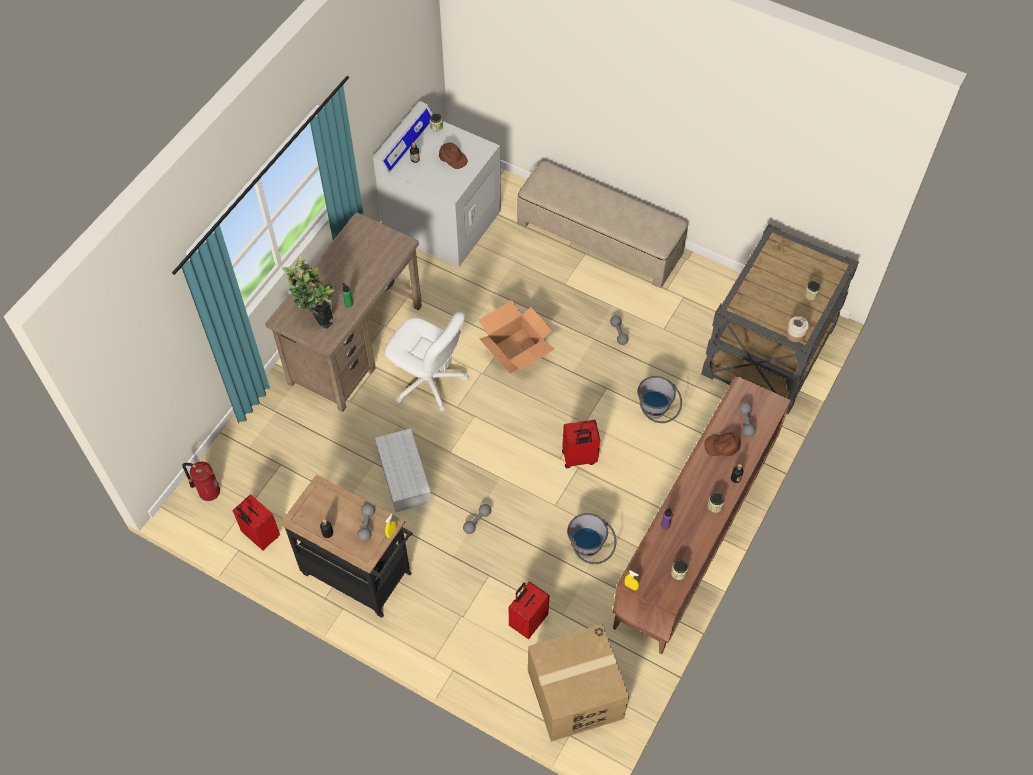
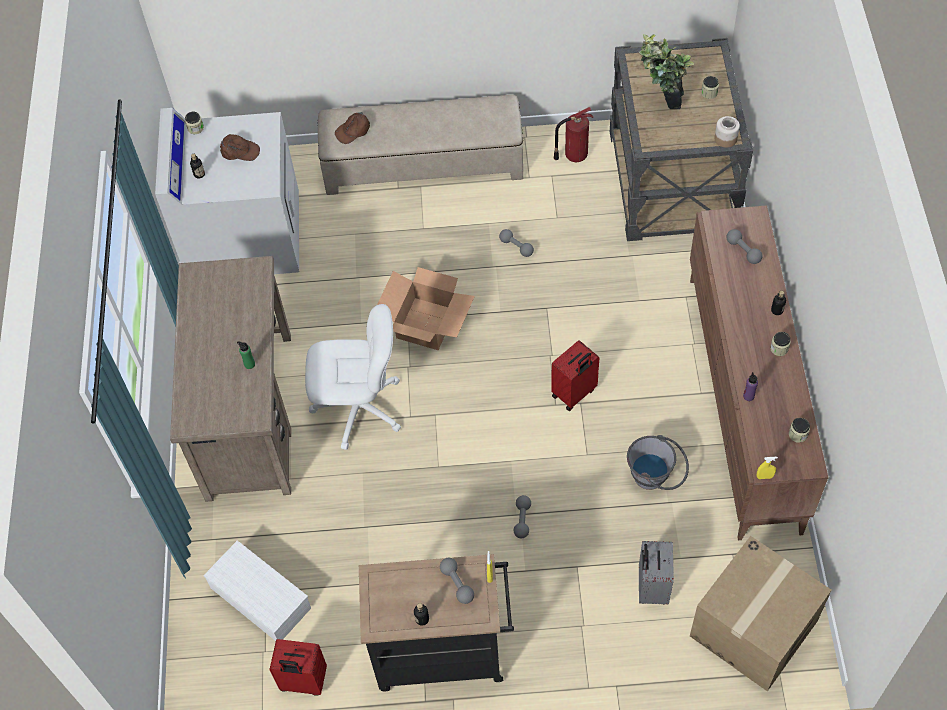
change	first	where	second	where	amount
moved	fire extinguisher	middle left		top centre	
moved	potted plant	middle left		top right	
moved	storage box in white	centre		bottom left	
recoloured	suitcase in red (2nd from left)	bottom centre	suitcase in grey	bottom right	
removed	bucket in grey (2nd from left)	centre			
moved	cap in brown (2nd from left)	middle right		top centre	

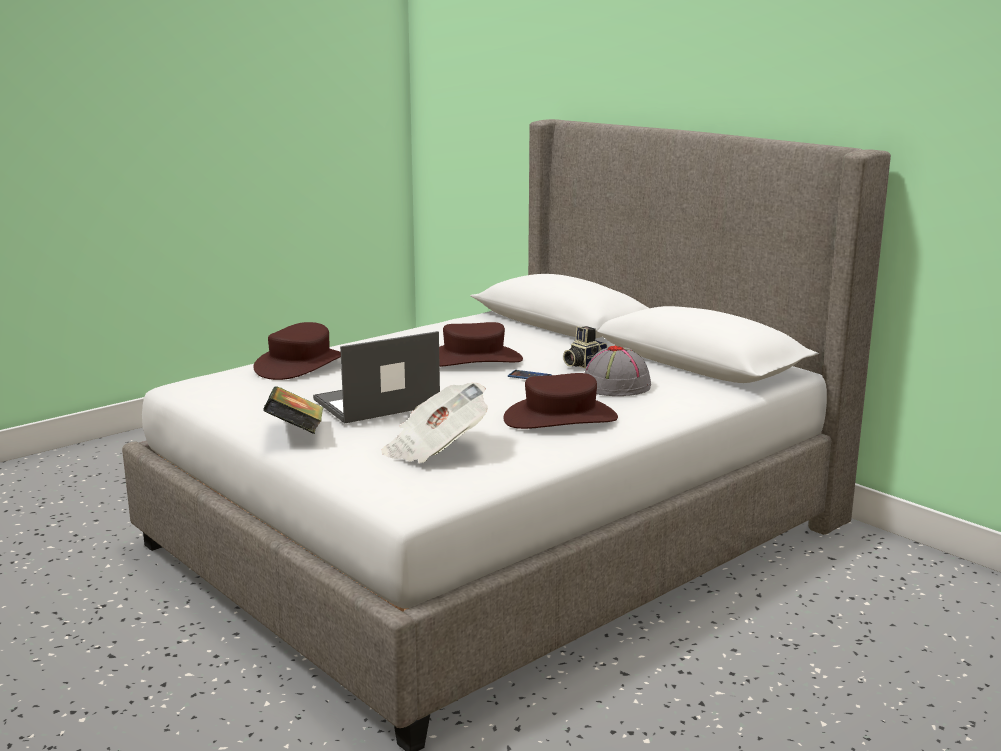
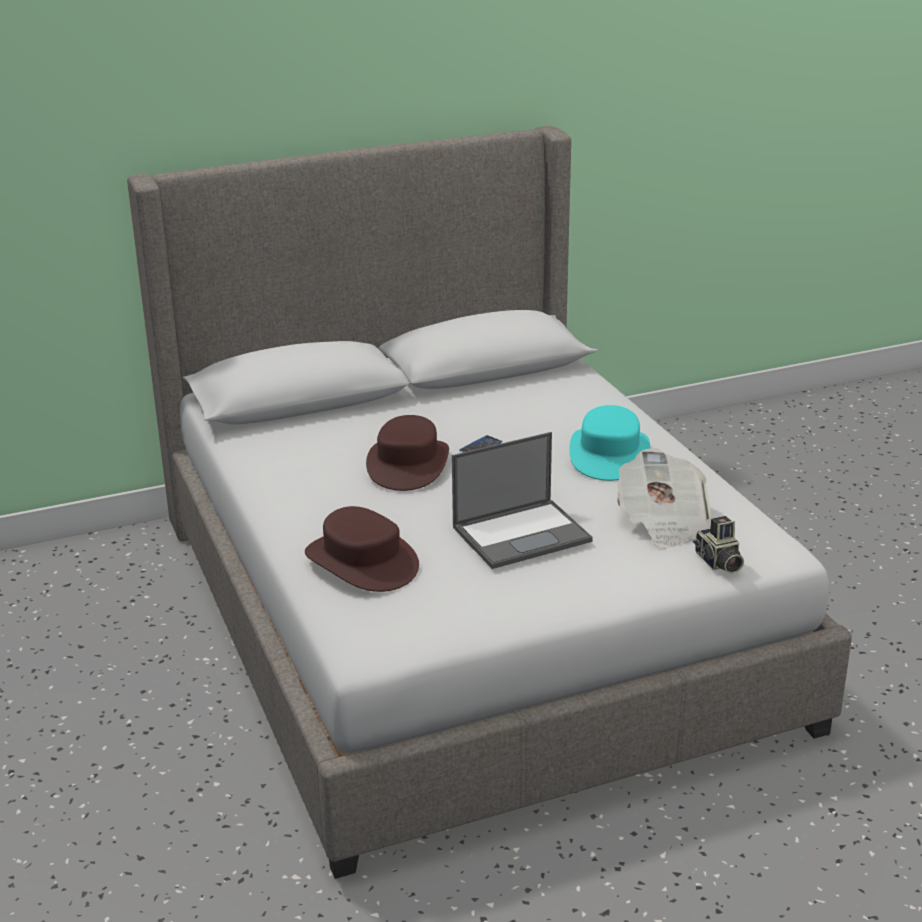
change	first	where	second	where	amount
removed	book	middle left			
turned	laptop	centre		centre	105 degrees counterclockwise
recoloured	hat in brown (3rd from left)	centre	hat in turquoise	centre	
moved	photo camera	centre		middle right	
removed	hat in grey	centre			

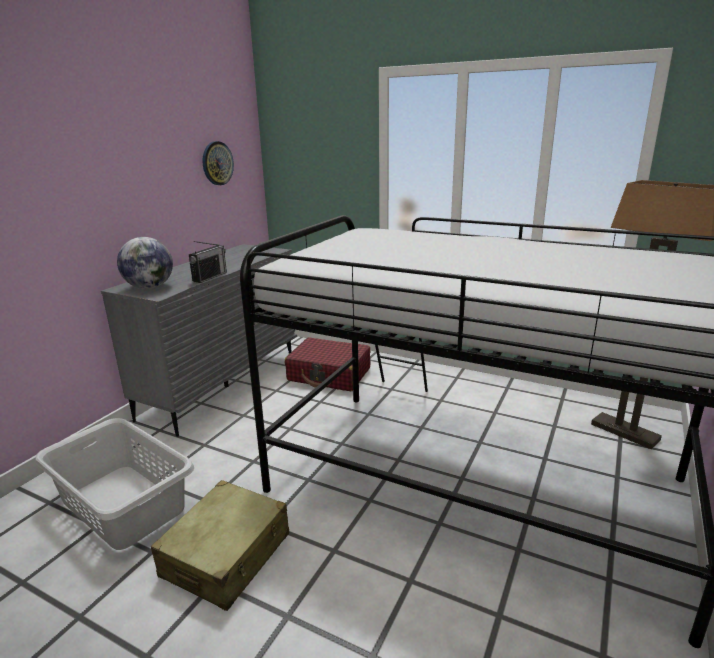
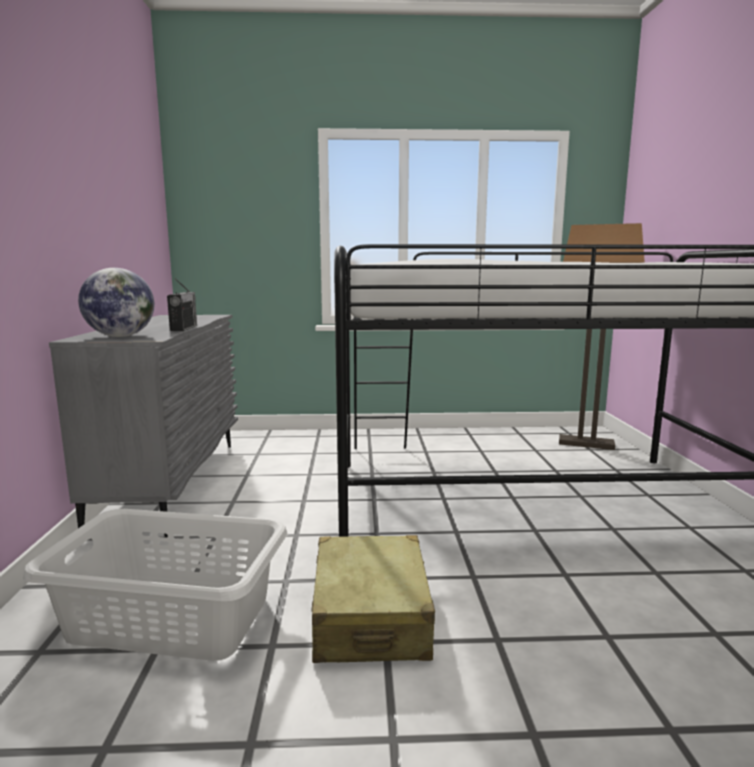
change	first	where	second	where	amount
removed	wall clock	top left			
removed	suitcase in red	centre			

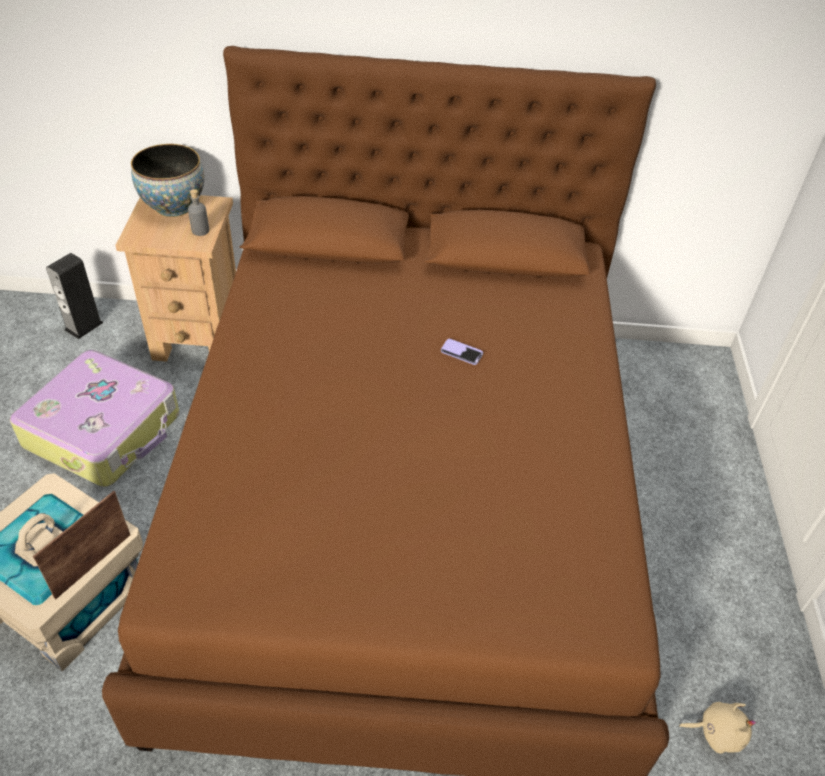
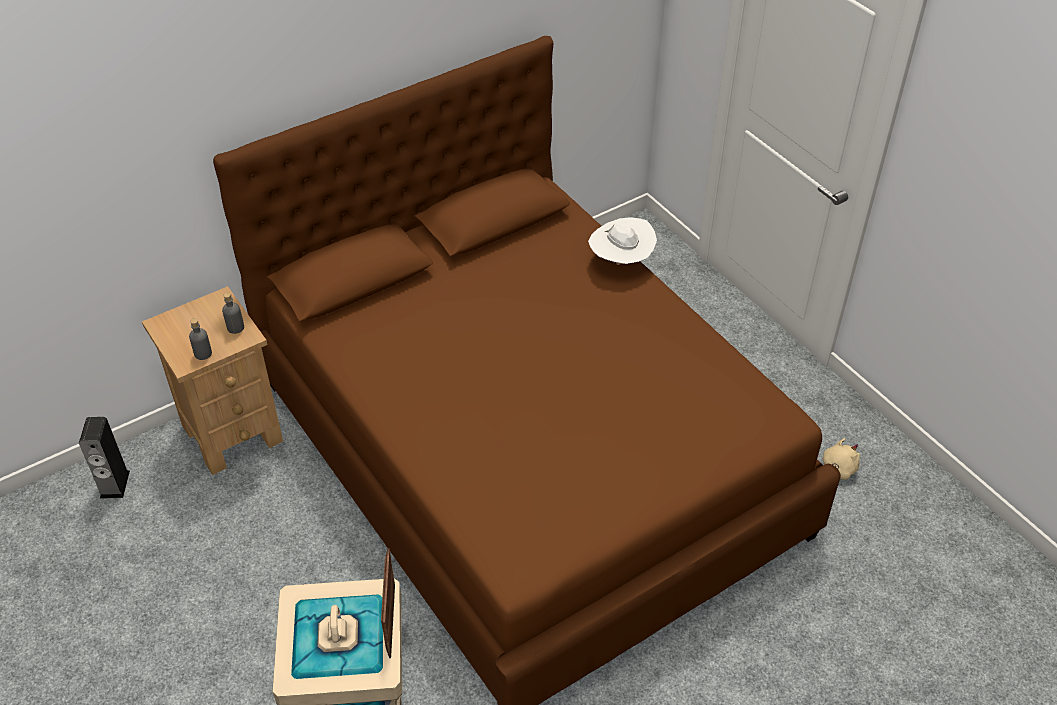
change	first	where	second	where	amount
removed	suitcase	middle left			
removed	bowl	top left			
removed	phone	centre			
added			bottle in grey (1st from left)	middle left	
added			hat in white	centre	

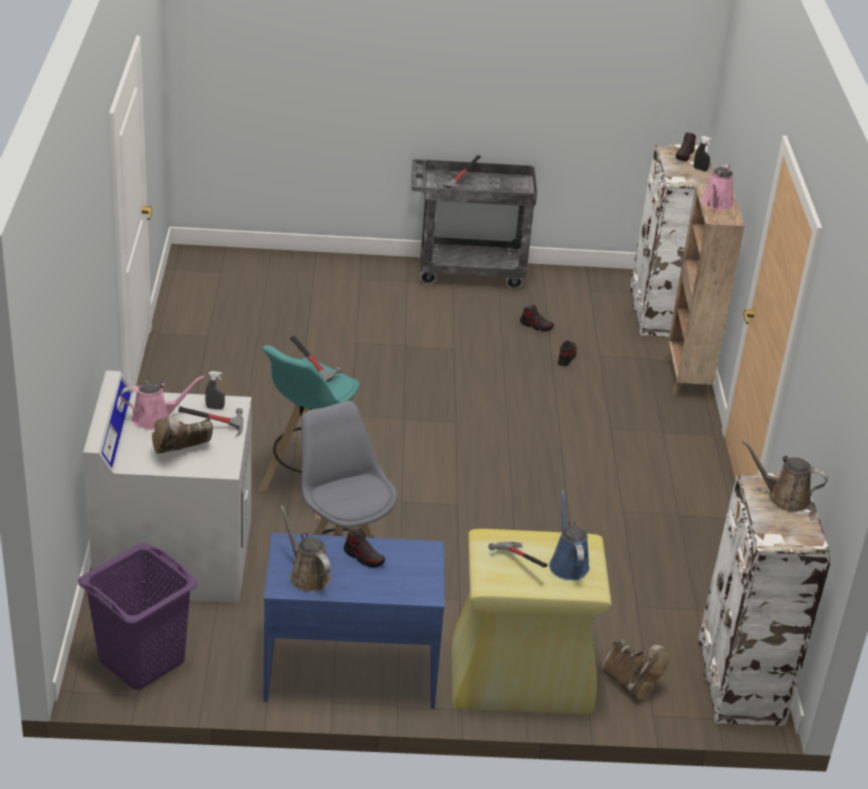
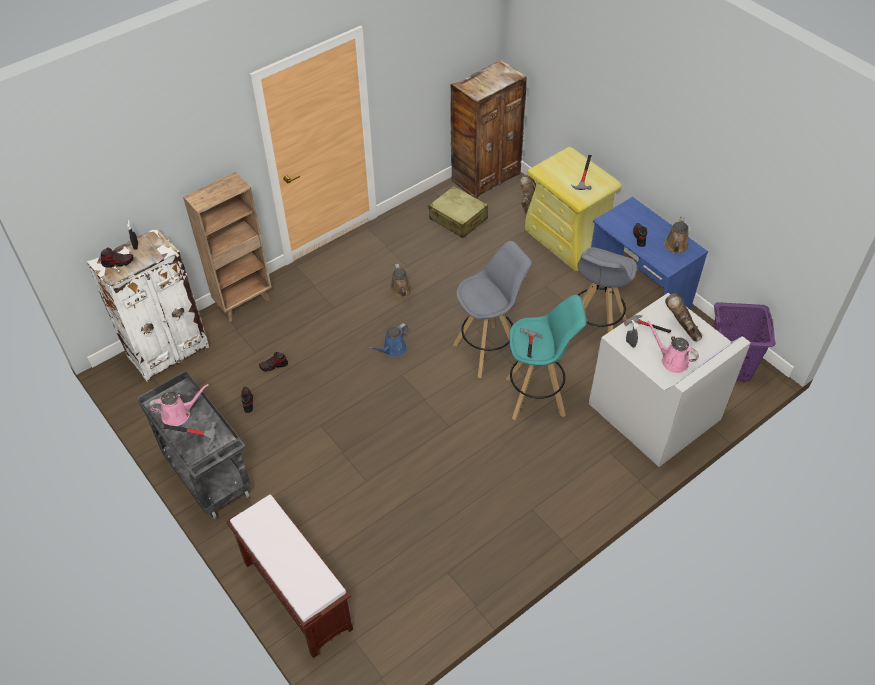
change	first	where	second	where	amount
turned	boot in brown (1st from left in the first image)	middle left	boot in brown (2nd from left)	middle right	135 degrees counterclockwise
moved	watering can in blue	bottom centre		centre	
recoloured	cabinet in white (2nd from left)	bottom right	cabinet in brown	top centre	
moved	watering can in pink (2nd from left in the first image)	top right	watering can in pink (1st from left)	middle left	
moved	watering can in brown (2nd from left in the first image)	middle right	watering can in brown (1st from left)	centre	
added			bench in brown	bottom left	
added			suitcase in beige	top centre	
added			stool in grey (1st from left)	centre	

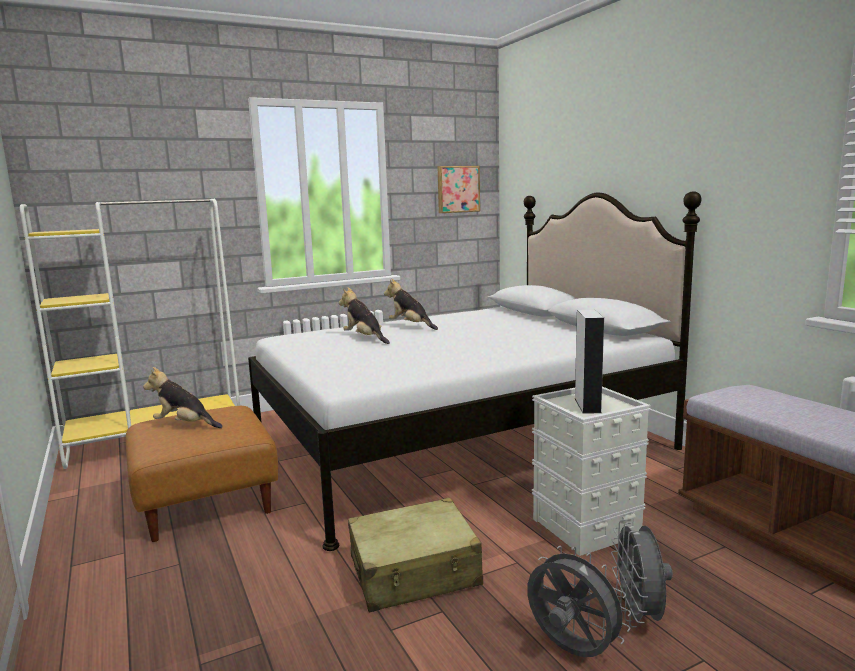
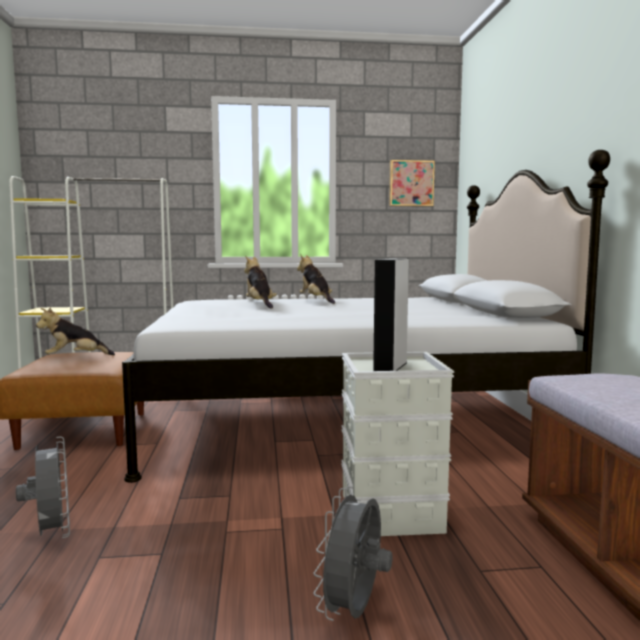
change	first	where	second	where	amount
turned	plush toy (1st from left)	middle left		middle left	60 degrees counterclockwise
removed	suitcase in beige	bottom centre			
moved	fan in grey (1st from left)	bottom right		bottom left	

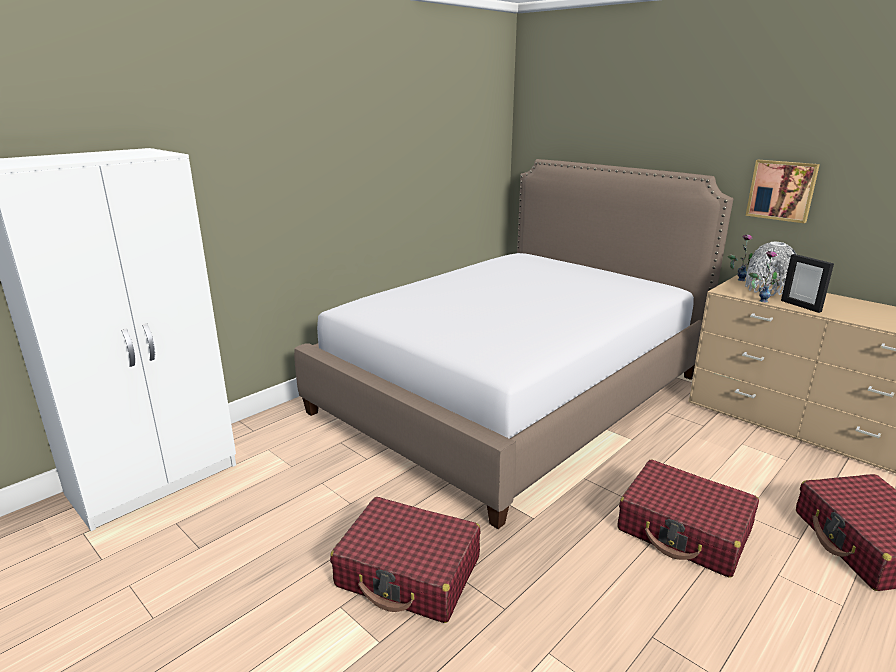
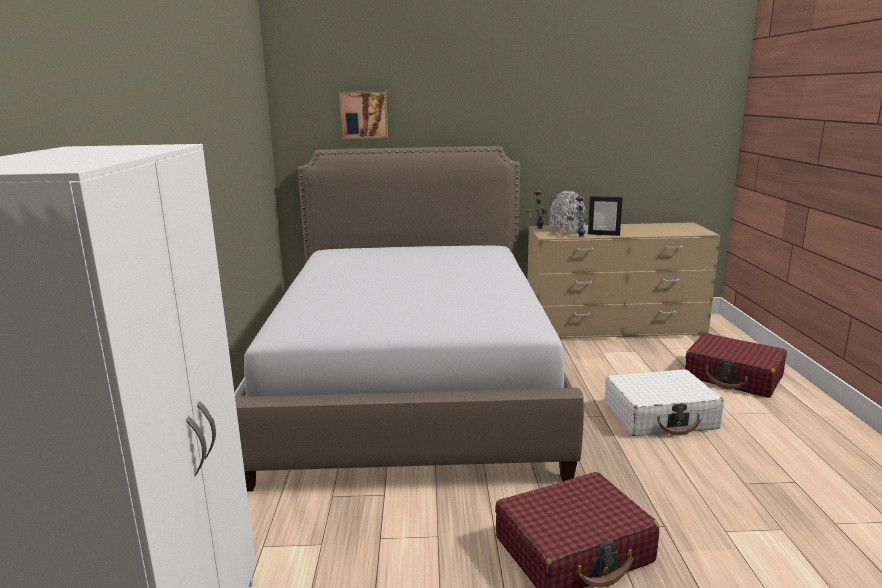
change	first	where	second	where	amount
recoloured	suitcase in red (2nd from left)	bottom right	suitcase in white	bottom right	
moved	picture	top right		top centre	

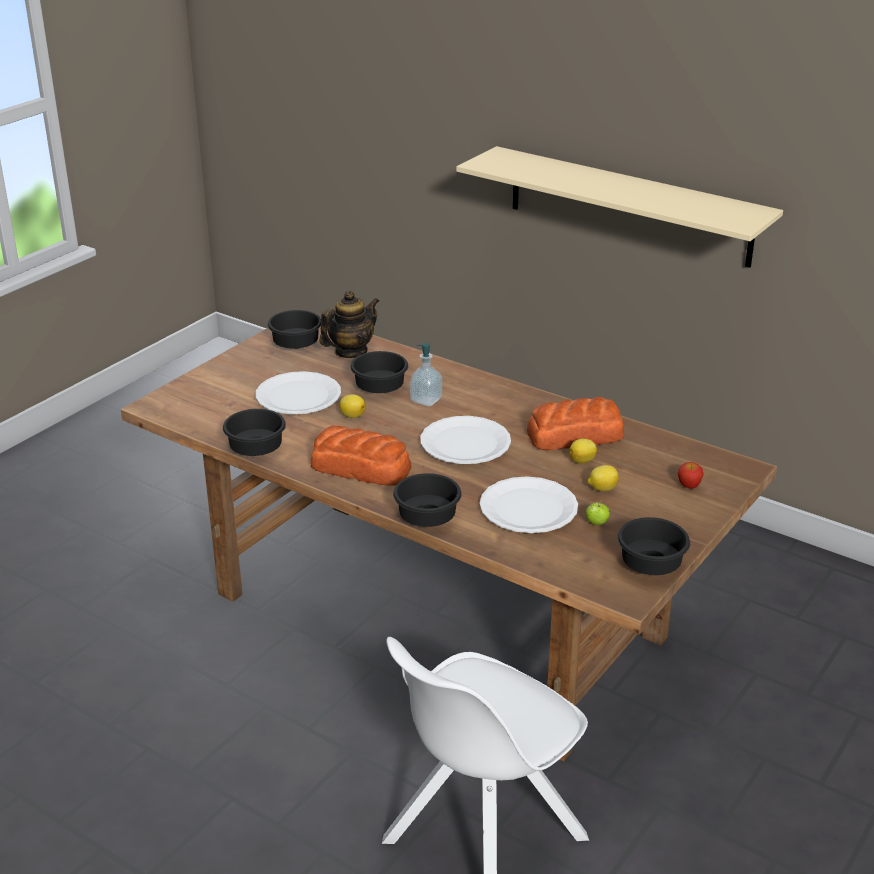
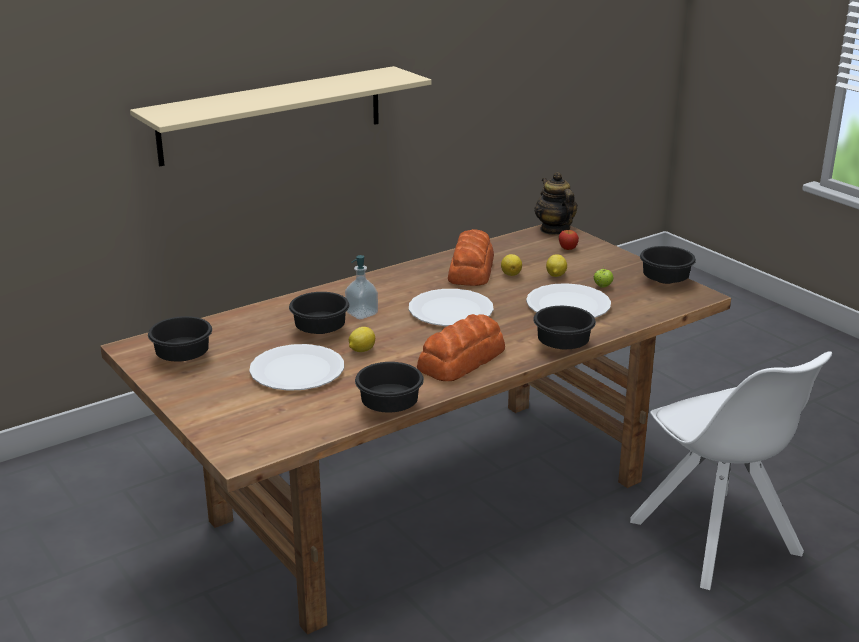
change	first	where	second	where	amount
moved	teapot	centre		top centre	

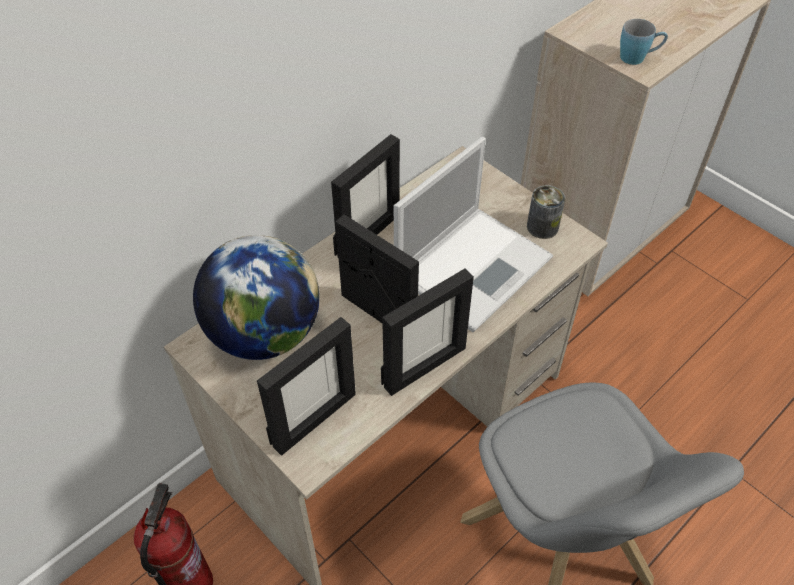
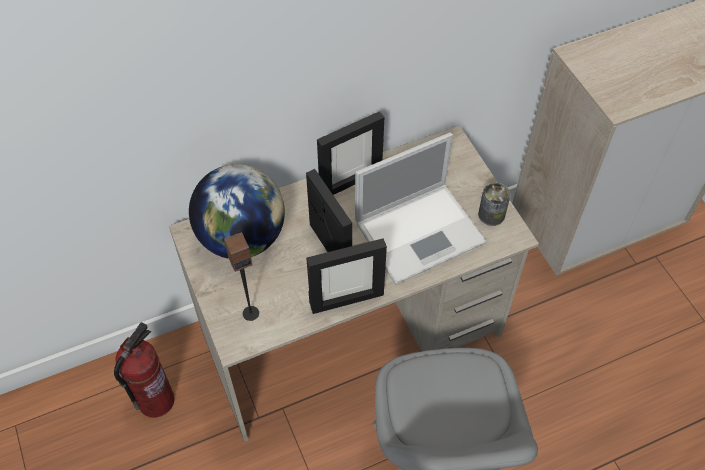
change	first	where	second	where	amount
replaced	picture frame (1st from left)	centre	speaker	centre	
removed	mug in blue	top right			

